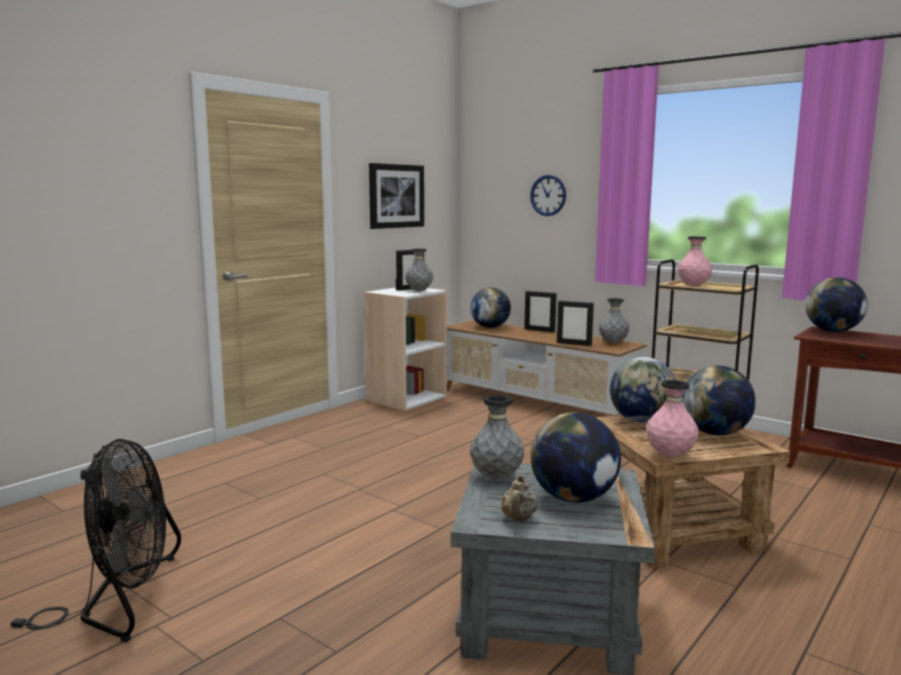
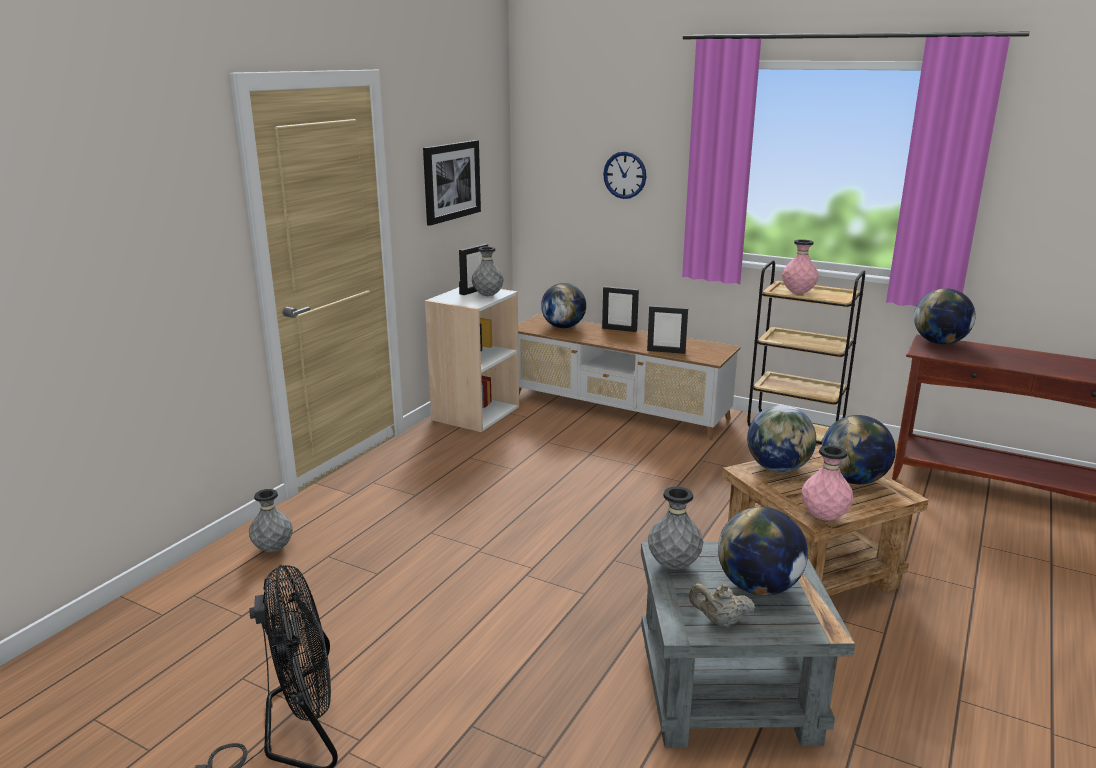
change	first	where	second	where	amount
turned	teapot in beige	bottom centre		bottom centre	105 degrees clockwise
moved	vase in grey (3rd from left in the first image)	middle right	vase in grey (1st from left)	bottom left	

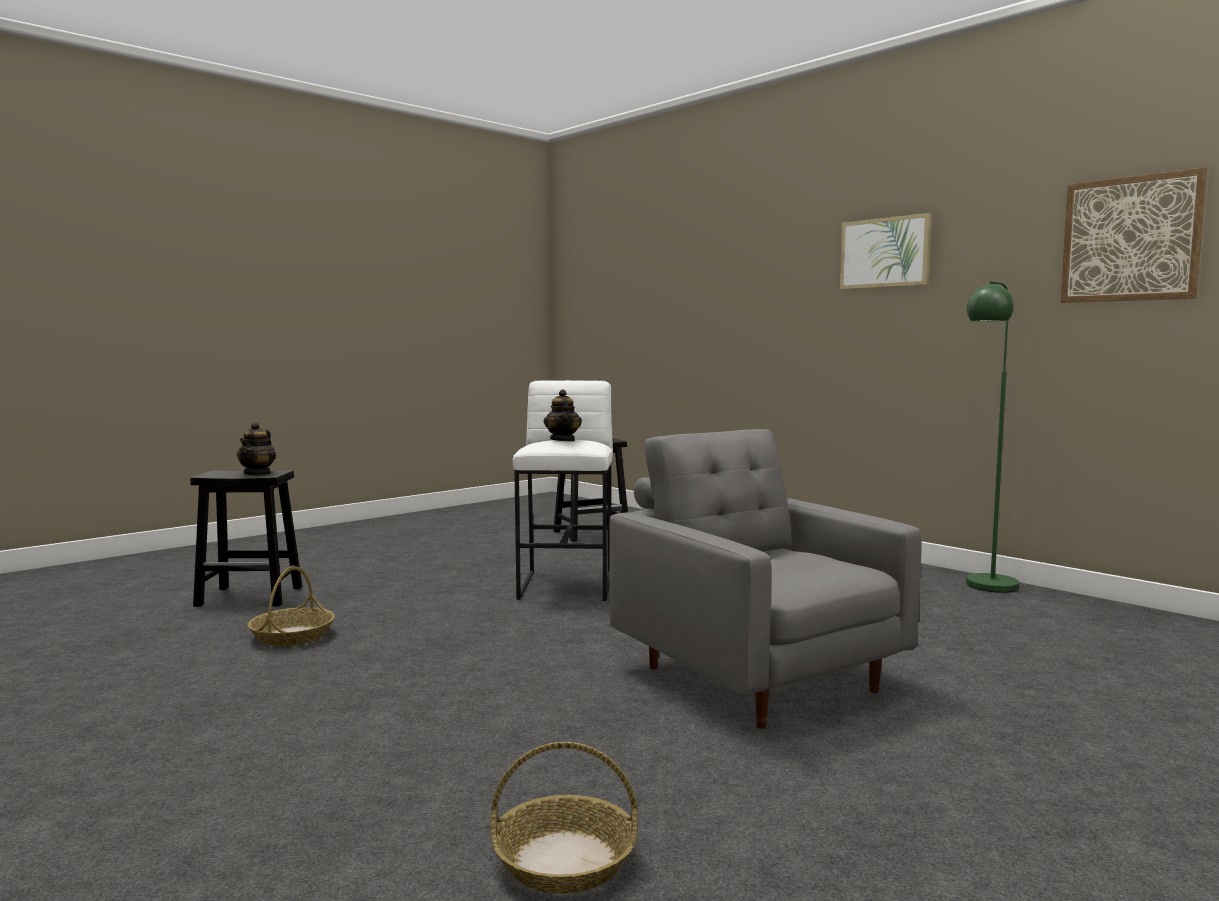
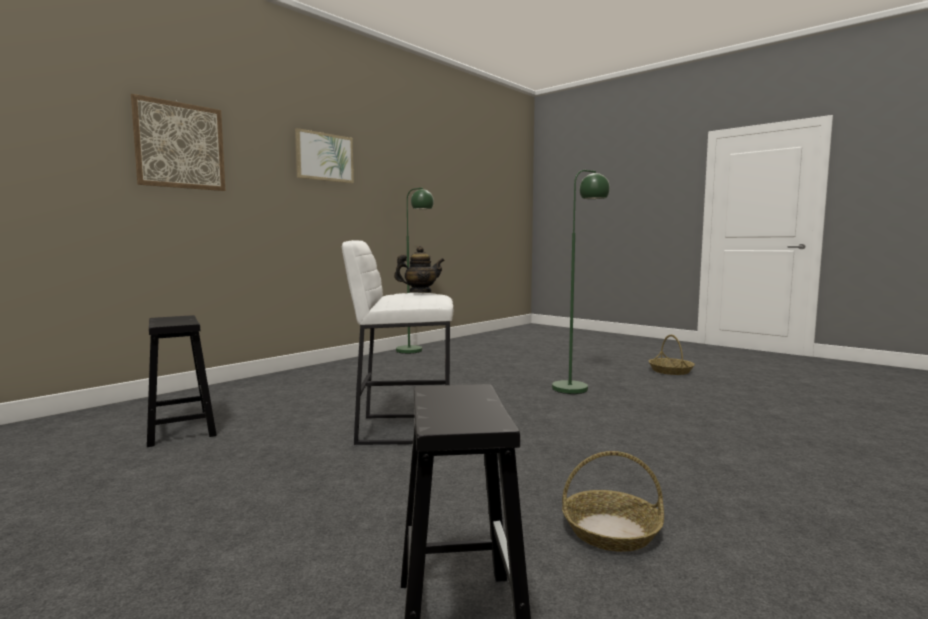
change	first	where	second	where	amount
removed	teapot (1st from left)	middle left			
moved	basket (2nd from left)	bottom centre		middle right	
replaced	armchair in grey	centre	floor lamp in green (2nd from left)	centre	
moved	picture (2nd from left in the first image)	top right	picture (1st from left)	top left	

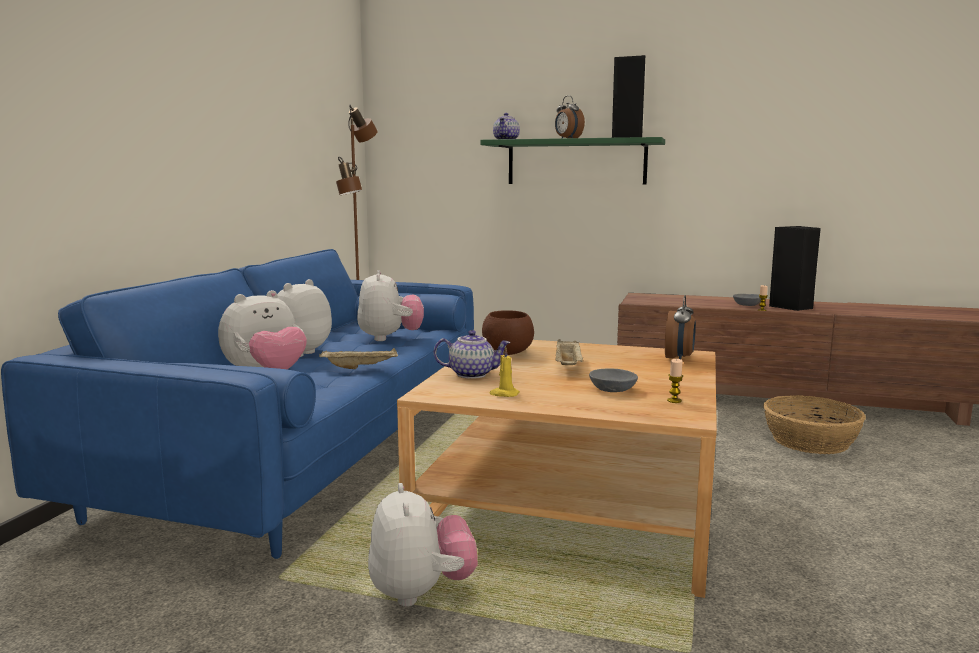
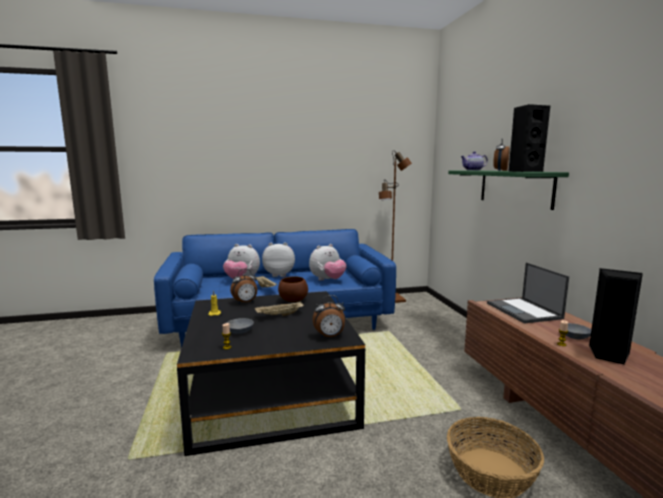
change	first	where	second	where	amount
removed	plush toy (4th from left)	bottom centre			
recoloured	coffee table in beige	bottom centre	coffee table in black	bottom centre	
replaced	teapot (1st from left)	centre	alarm clock (1st from left)	centre	
added			laptop	middle right	

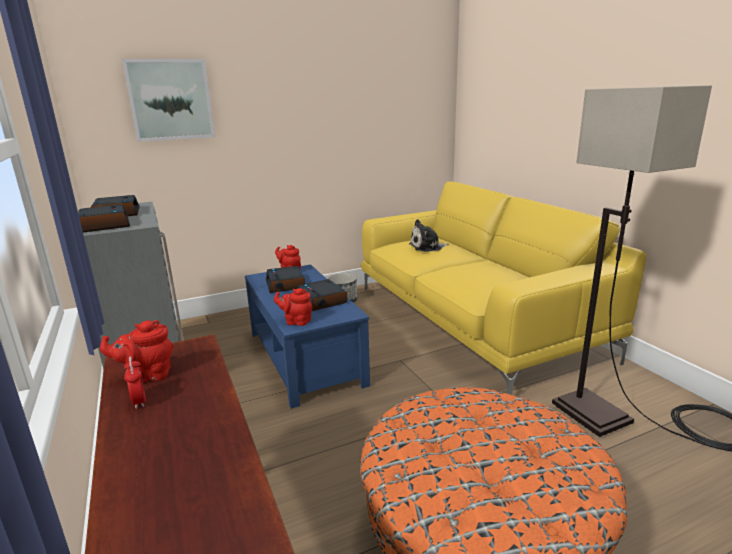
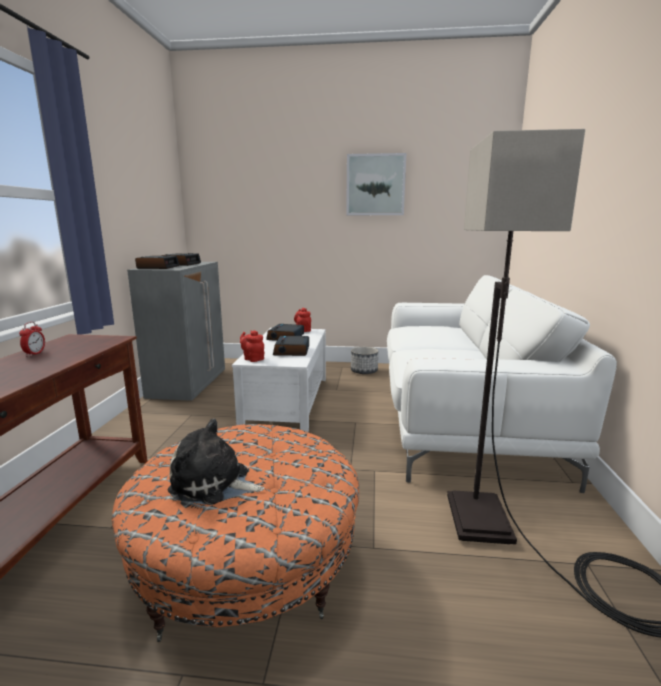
change	first	where	second	where	amount
removed	teapot in red (1st from left)	middle left			
moved	picture	top left		top centre	
recoloured	coffee table in blue	centre	coffee table in white	centre	
recoloured	sofa in yellow	middle right	sofa in white	middle right	
moved	plush toy	centre		bottom left	

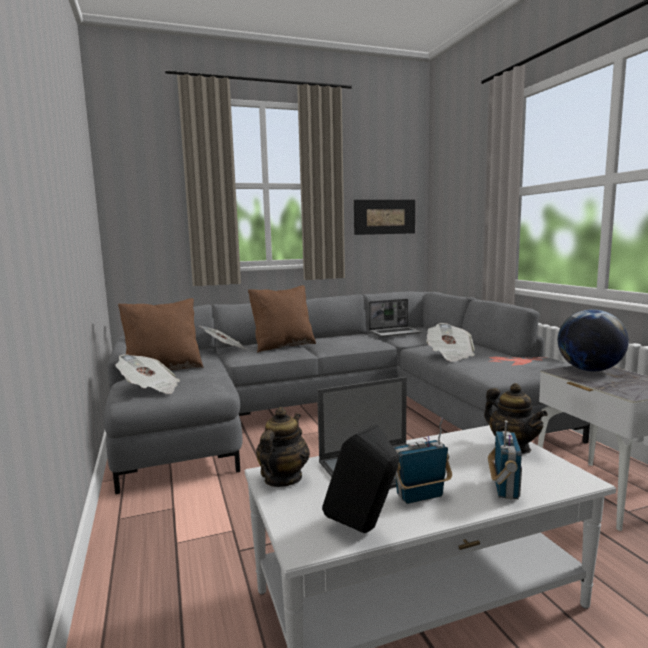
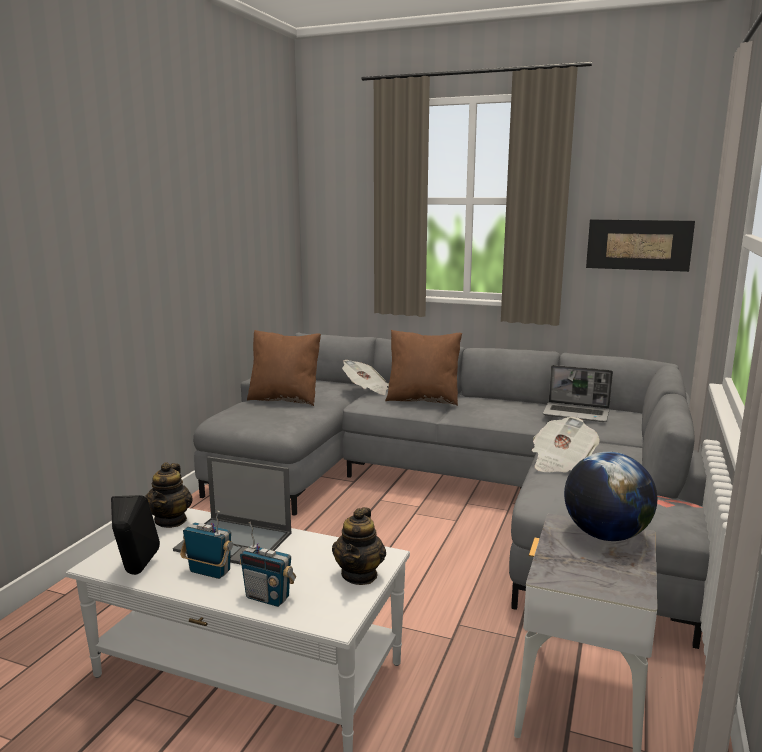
change	first	where	second	where	amount
removed	newspaper (1st from left)	middle left			
turned	teapot (1st from left)	bottom centre		middle left	120 degrees clockwise
turned	radio (2nd from left)	bottom right		bottom centre	60 degrees clockwise

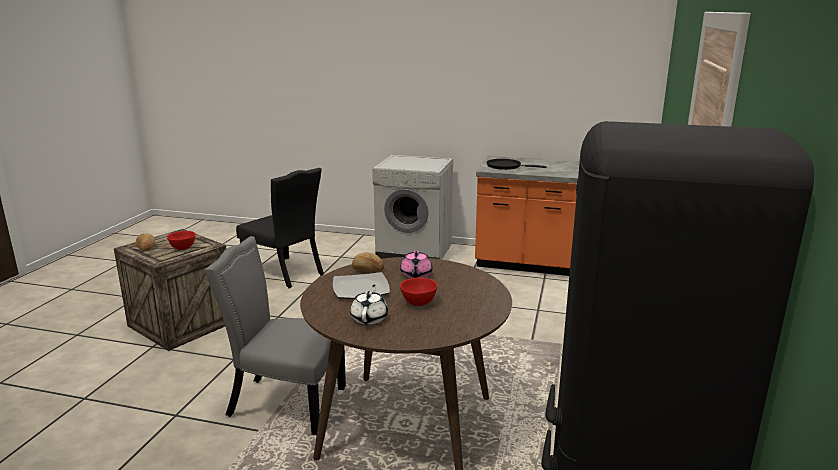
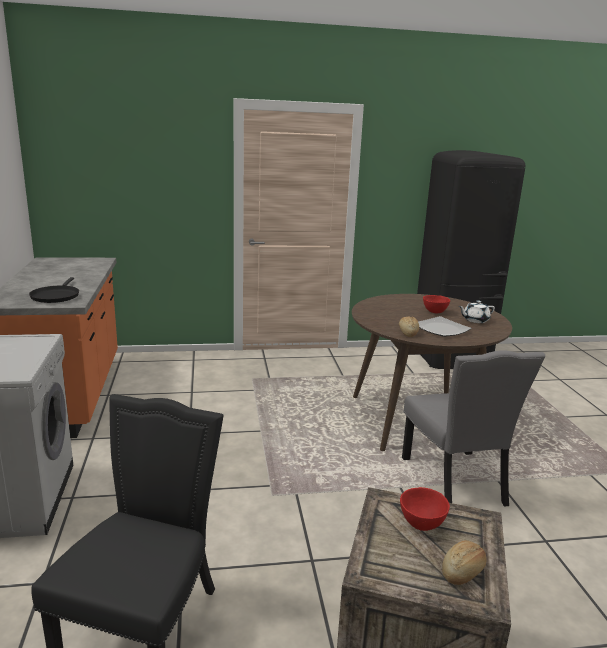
change	first	where	second	where	amount
removed	teapot in pink	centre			

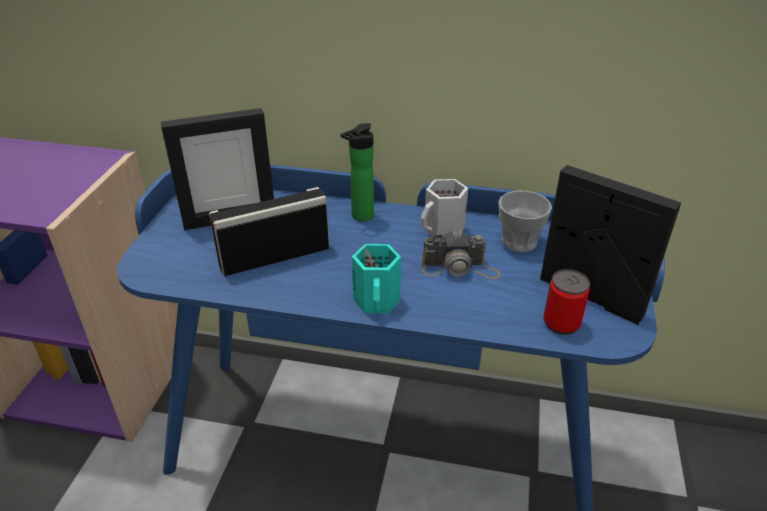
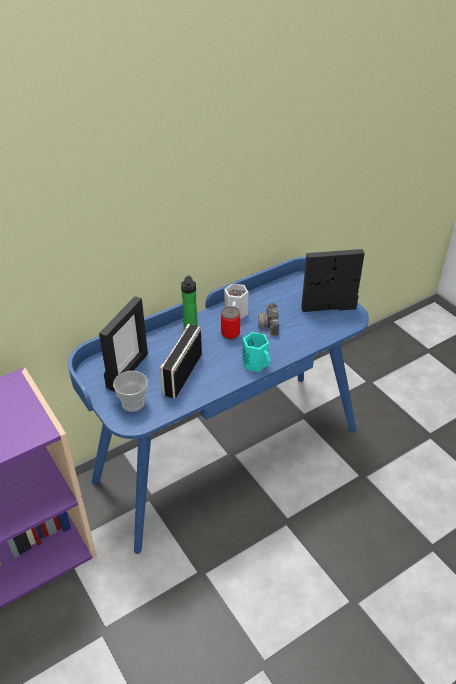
change	first	where	second	where	amount
turned	photo camera	centre		centre	135 degrees clockwise
moved	cup	middle right		middle left	
moved	can	middle right		centre	

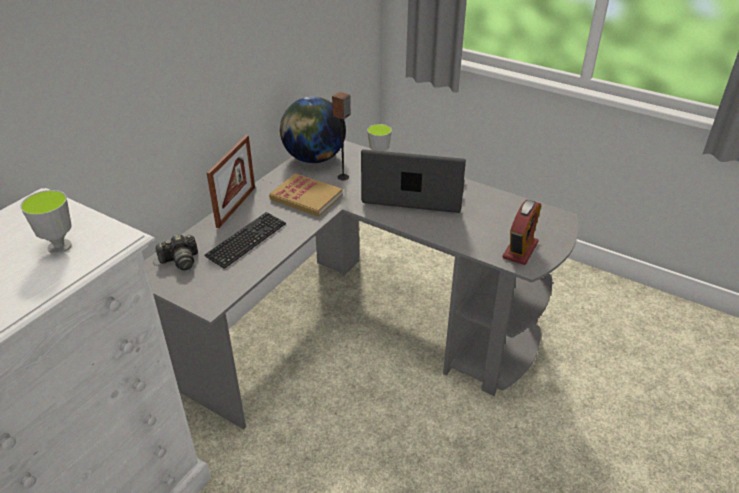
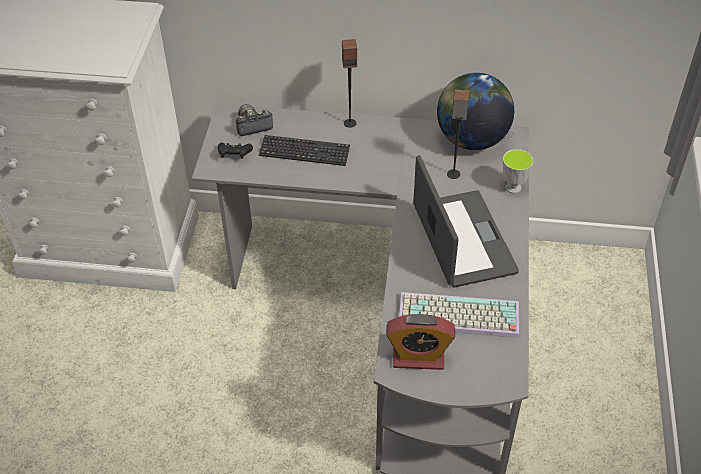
change	first	where	second	where	amount
removed	cup (1st from left)	middle left			
turned	photo camera	middle left		top centre	120 degrees clockwise
replaced	picture frame	middle left	speaker (1st from left)	top centre	
removed	book	centre			
added			game controller in black	top centre	
added			keyboard (2nd from left)	centre	

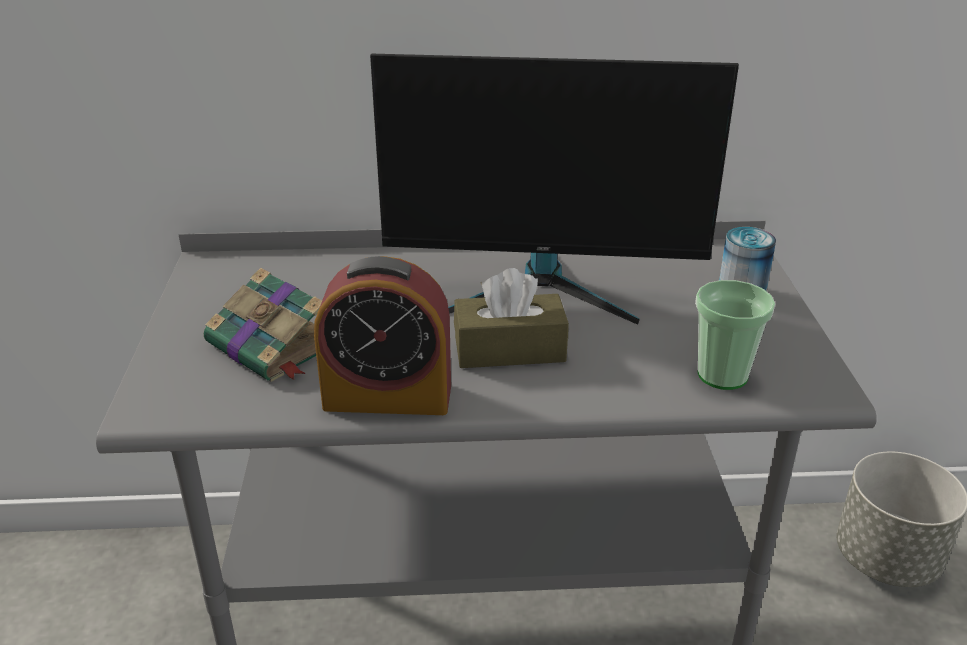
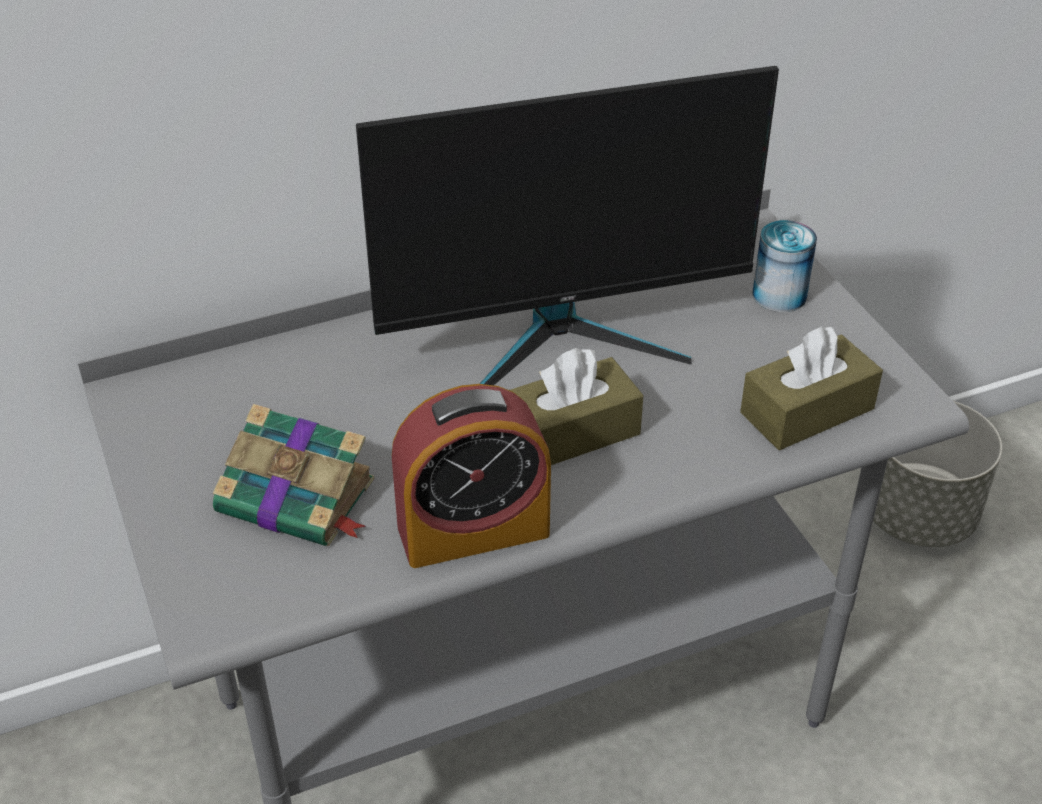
change	first	where	second	where	amount
replaced	cup	middle right	tissue box in brown (2nd from left)	middle right	

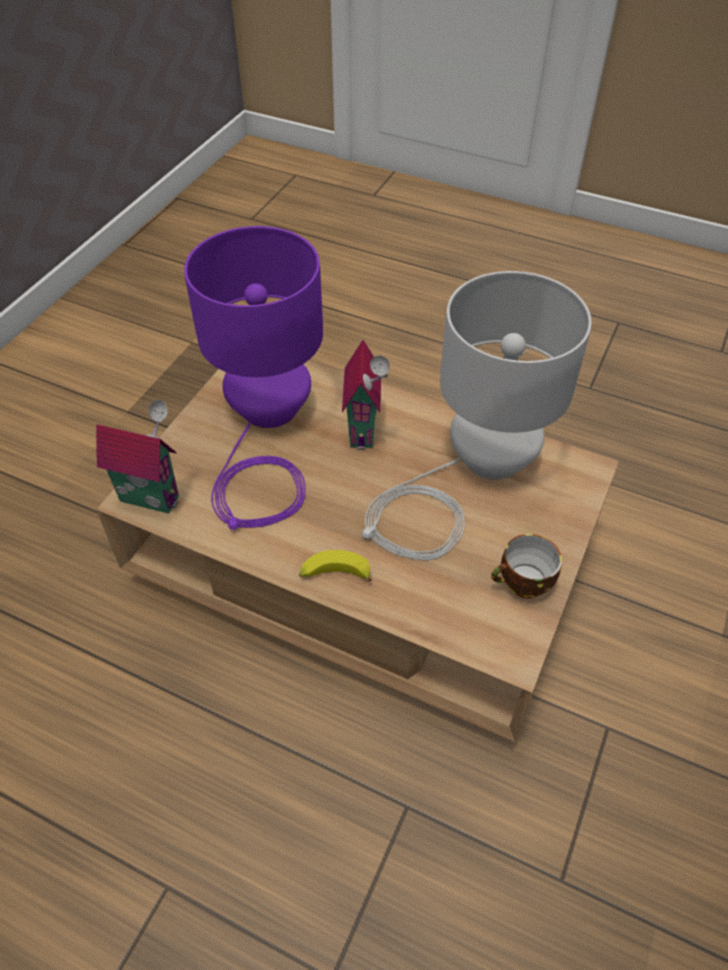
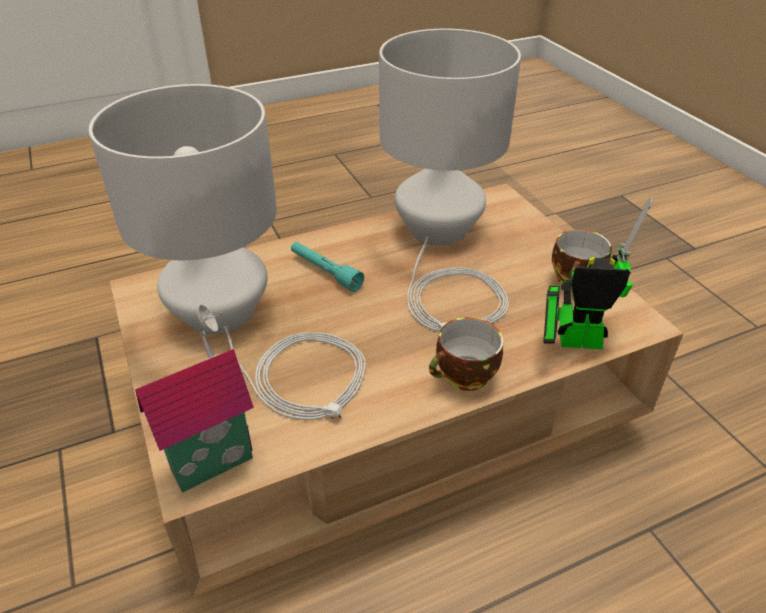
change	first	where	second	where	amount
recoloured	table lamp in purple	centre	table lamp in grey (1st from left)	middle left	
replaced	banana	centre	cup (1st from left)	centre	
replaced	toy house (2nd from left)	centre	flashlight in turquoise	centre	
added			toy robot	middle right	

